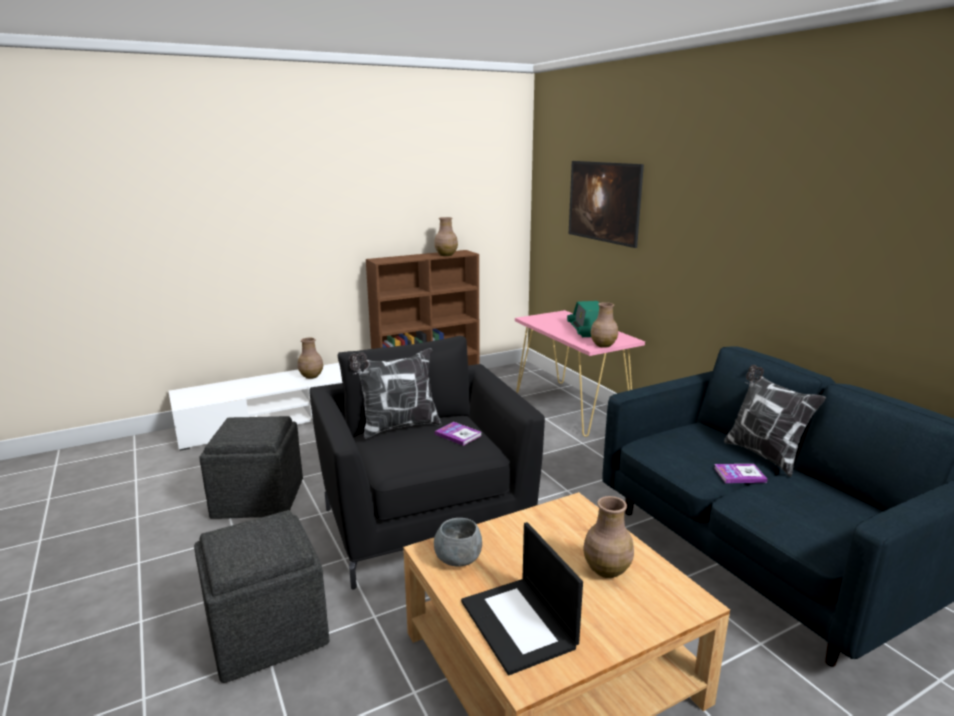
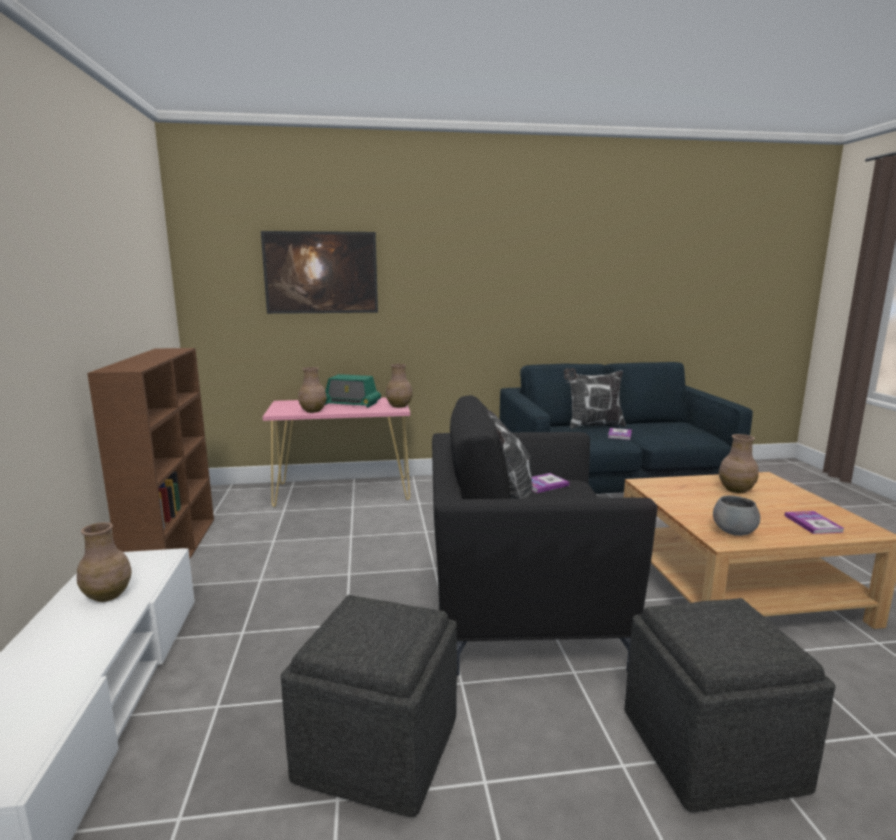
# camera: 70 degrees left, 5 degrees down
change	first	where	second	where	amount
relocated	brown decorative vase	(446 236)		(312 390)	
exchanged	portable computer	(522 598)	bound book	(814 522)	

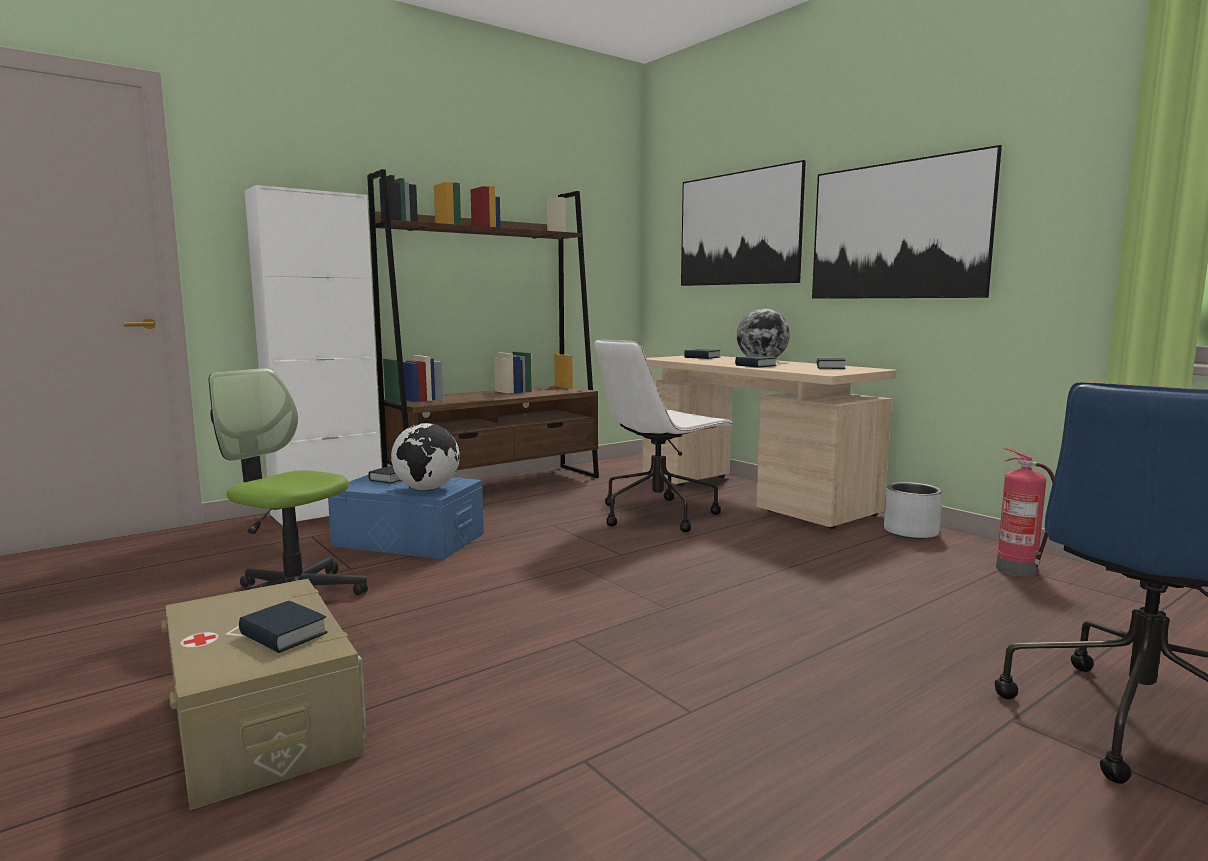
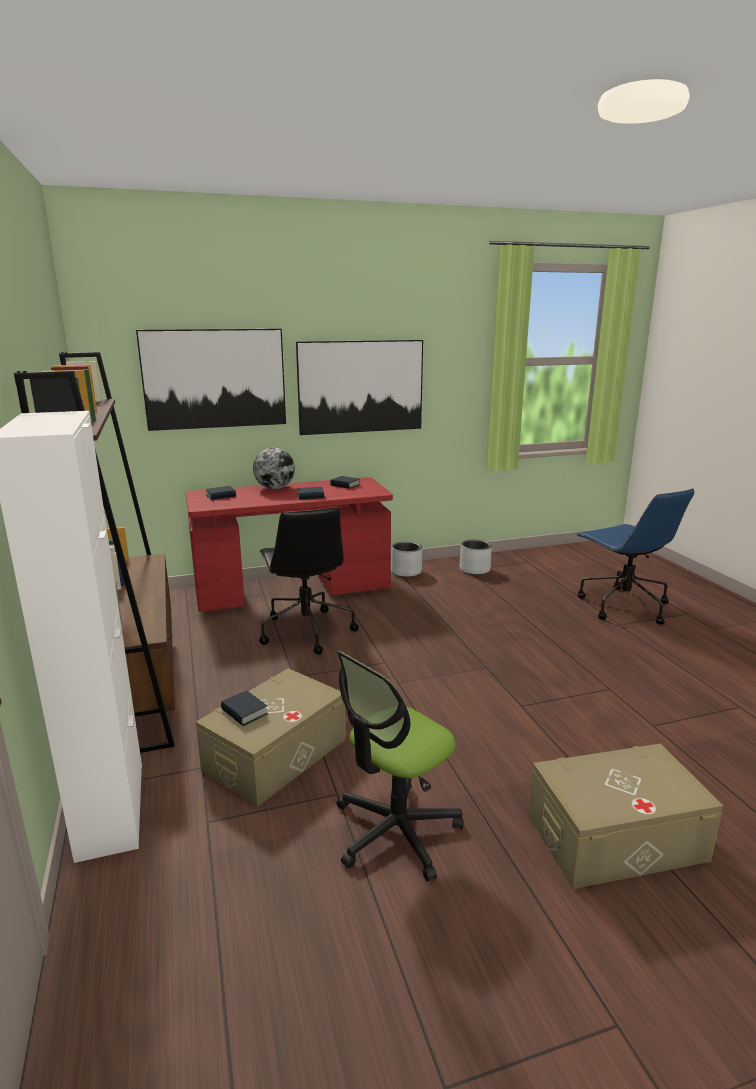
# camera: 70 degrees left, 10 degrees up
change	first	where	second	where	amount
colour	whitish computer chair	(664 435)	black-coloured computer chair	(309 580)	
colour	sand-coloured desk table	(769 442)	reddish desk table	(289 544)	
missing	desk globe	(425 457)			
exchanged	fire extinguisher	(1025 512)	grey planter	(476 557)	
colour	bluish storage container	(406 517)	sand-coloured storage container	(271 737)	
missing	bound book	(283 627)			

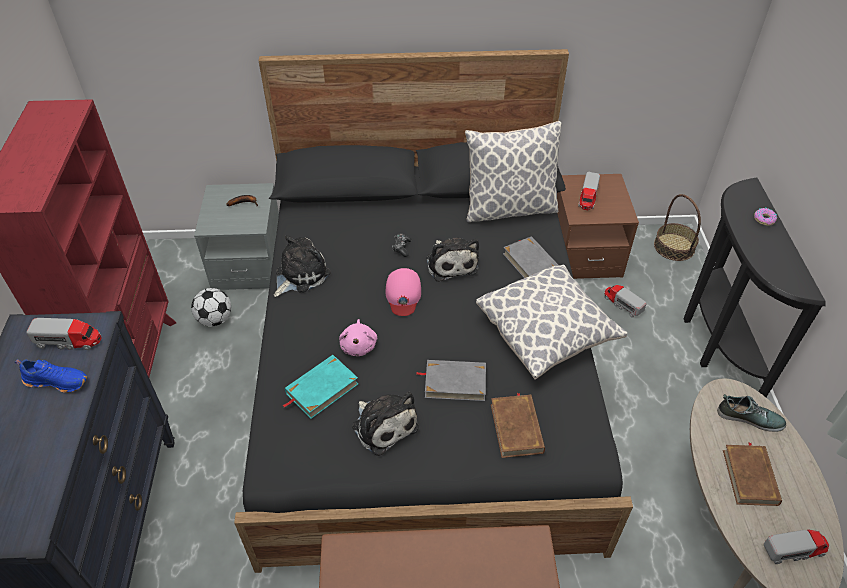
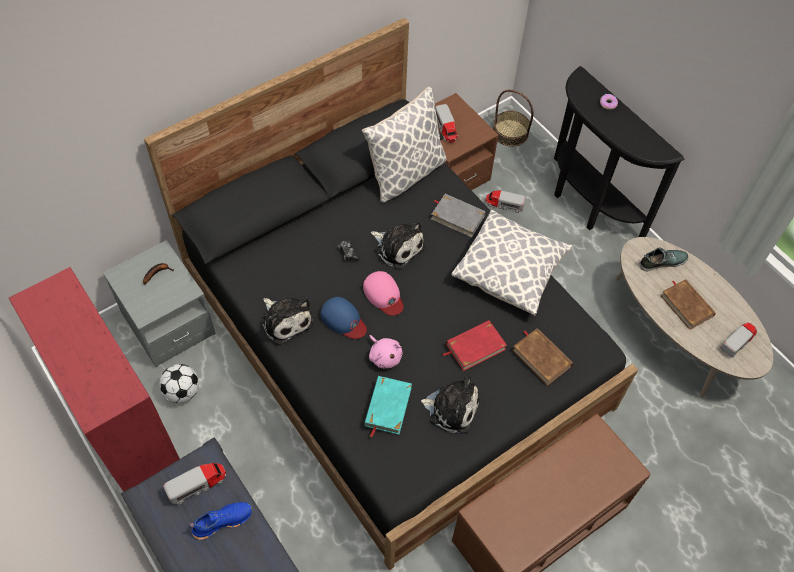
# camera: 35 degrees left, 10 degrees up
change	first	where	second	where	amount
spun	cuddly toy	(302 266)		(287 321)	135 degrees clockwise
colour	grey bound book	(451 380)	reddish bound book	(474 345)	
appeared			bluish baseball cap	(344 318)	

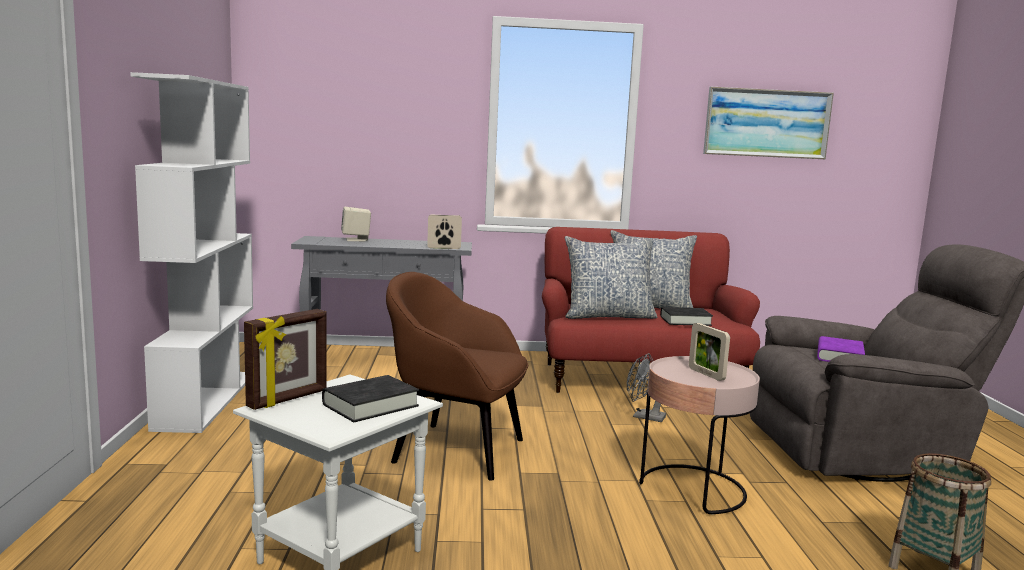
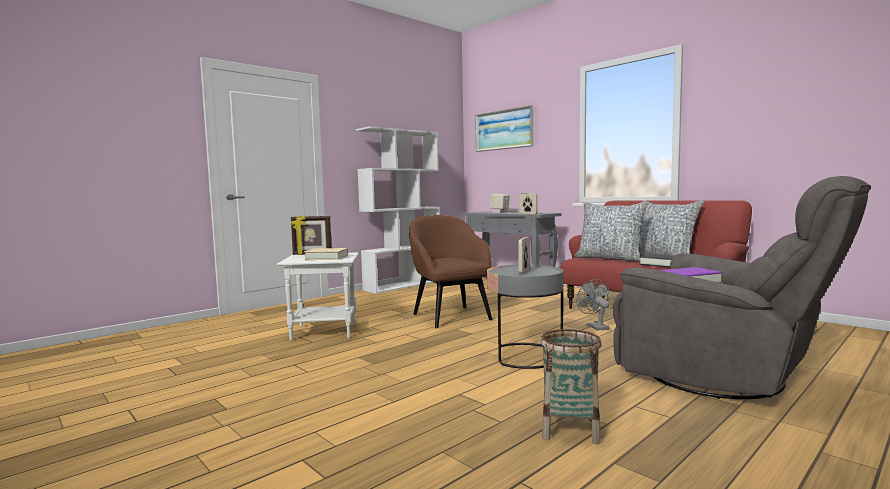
# camera: 50 degrees right, 5 degrees down
change	first	where	second	where	amount
relocated	wall art	(768 123)		(504 128)	
colour	pink-coloured side table	(699 435)	grey side table	(525 317)	
colour	black-coloured bound book	(370 398)	sand-coloured bound book	(326 254)	

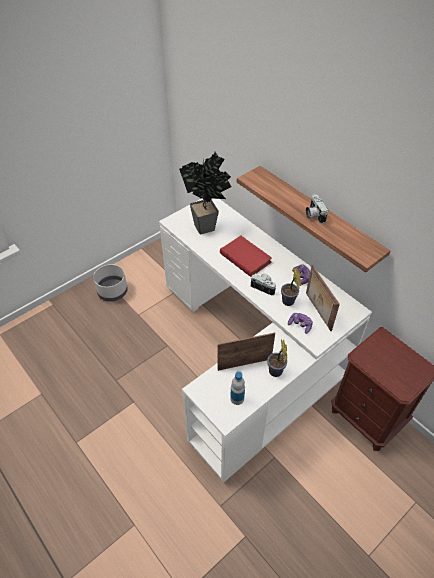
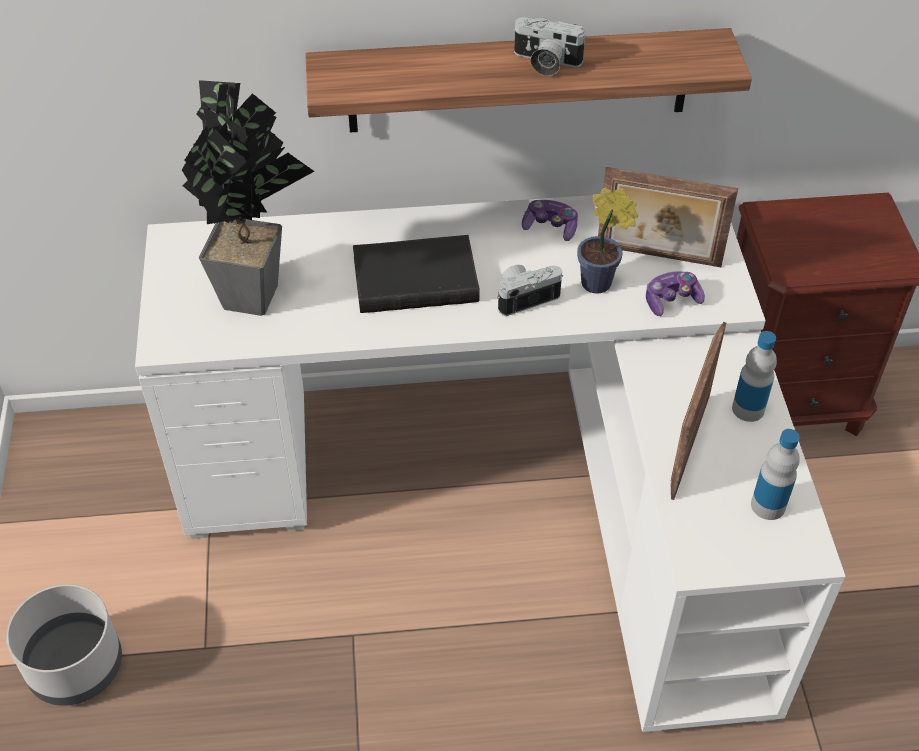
# camera: 55 degrees left, 0 degrees up
change	first	where	second	where	amount
colour	reddish bound book	(246 256)	black-coloured bound book	(416 274)	
exchanged	plant in a pot	(277 358)	beverage bottle	(754 376)	

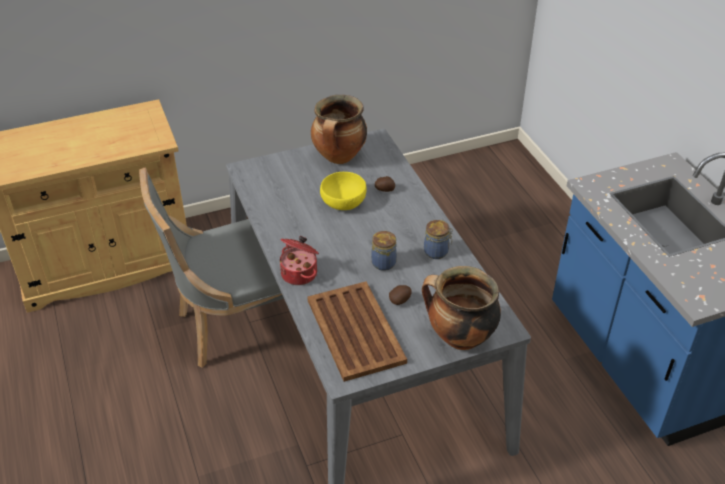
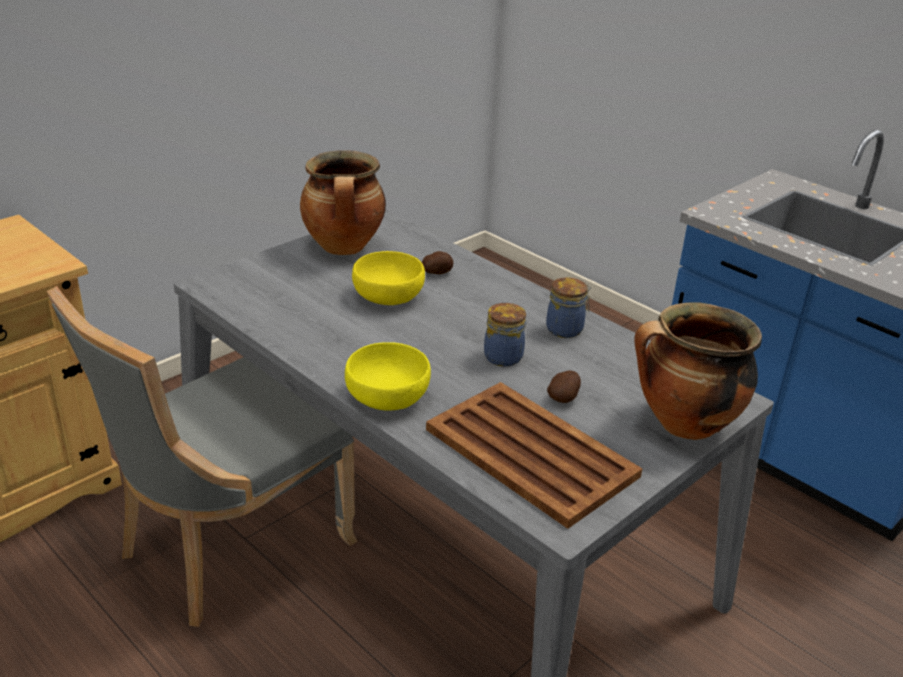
# camera: 25 degrees left, 10 degrees down
change	first	where	second	where	amount
exchanged	stockpot	(299 260)	yellowish bowl	(388 376)	

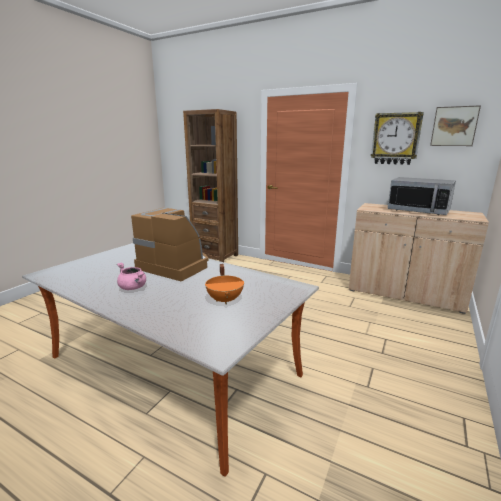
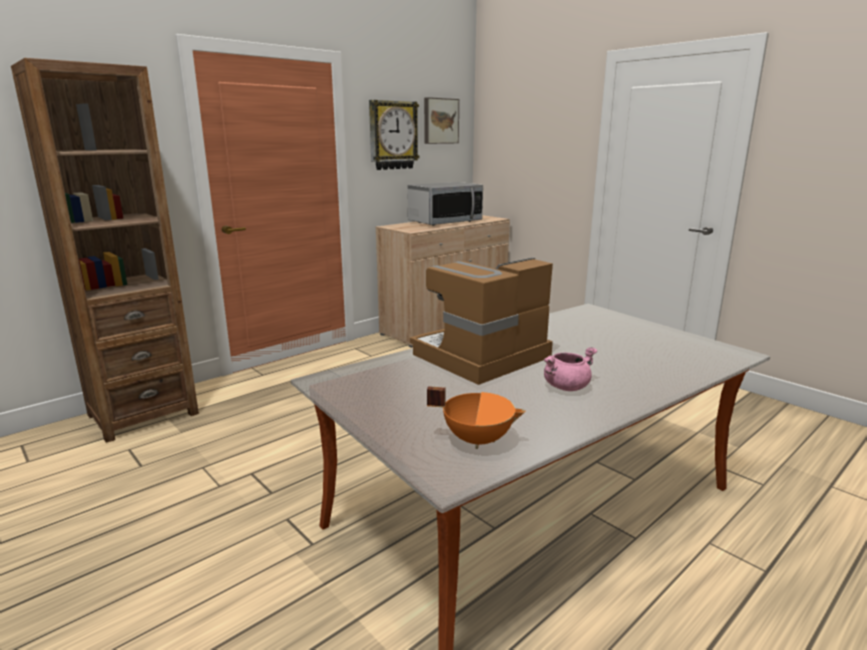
# camera: 70 degrees left, 0 degrees up
change	first	where	second	where	amount
relocated	orange stockpot	(224 284)		(476 417)	

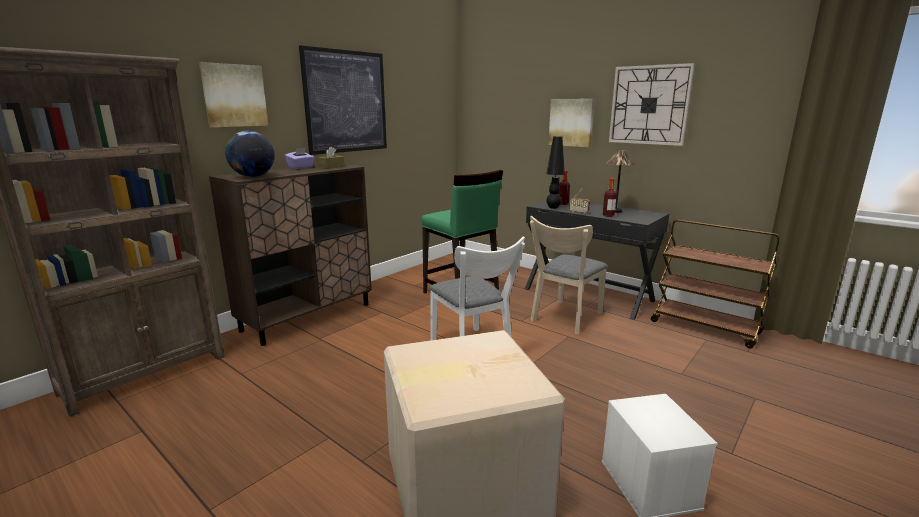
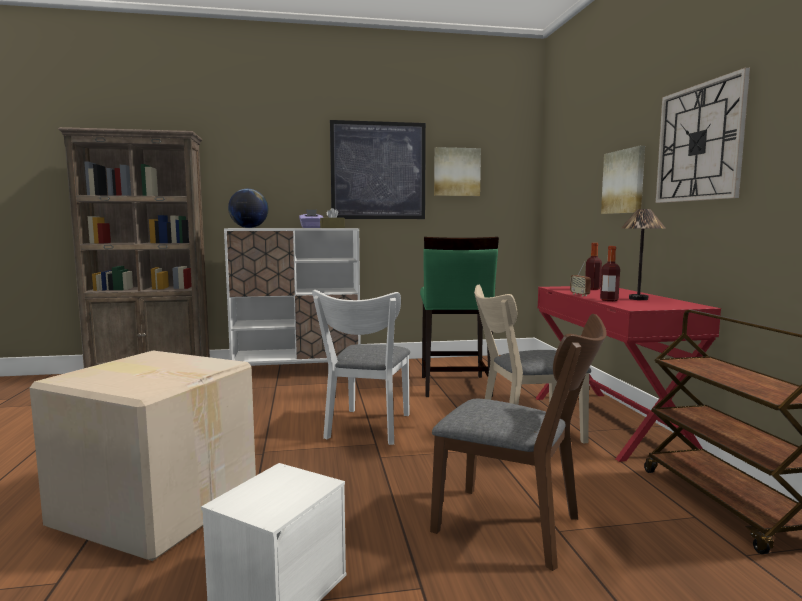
# camera: 40 degrees right, 10 degrees down
change	first	where	second	where	amount
relocated	wall art	(233 94)		(457 171)	
missing	black-coloured lamp for a table	(555 172)			
colour	brown cabinet	(290 255)	whitish cabinet	(292 296)	
colour	black-coloured desk table	(597 260)	reddish desk table	(628 374)	
appeared			brown chair	(518 442)	

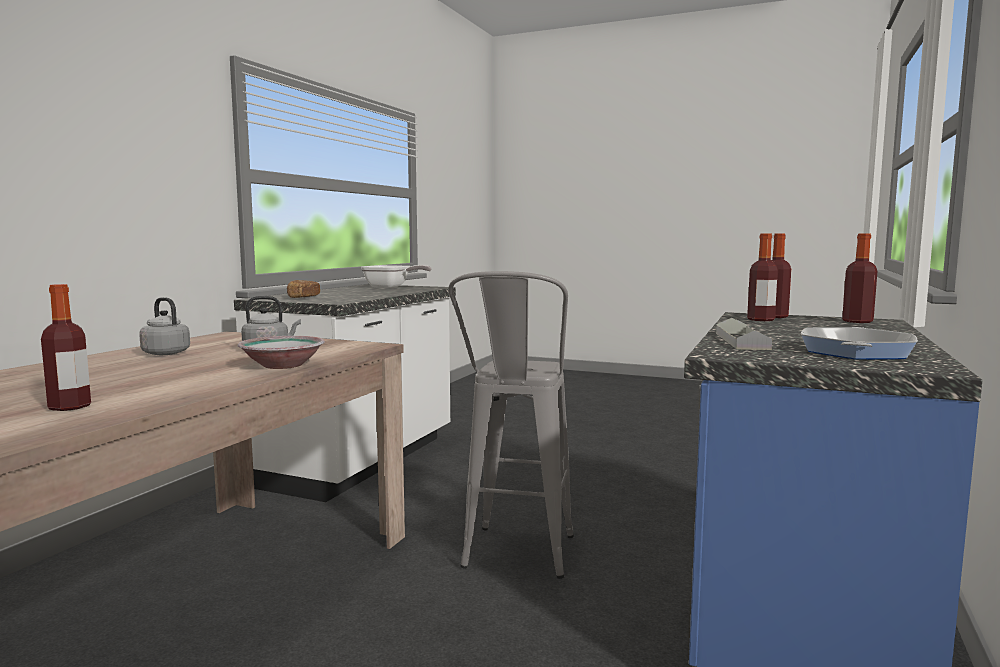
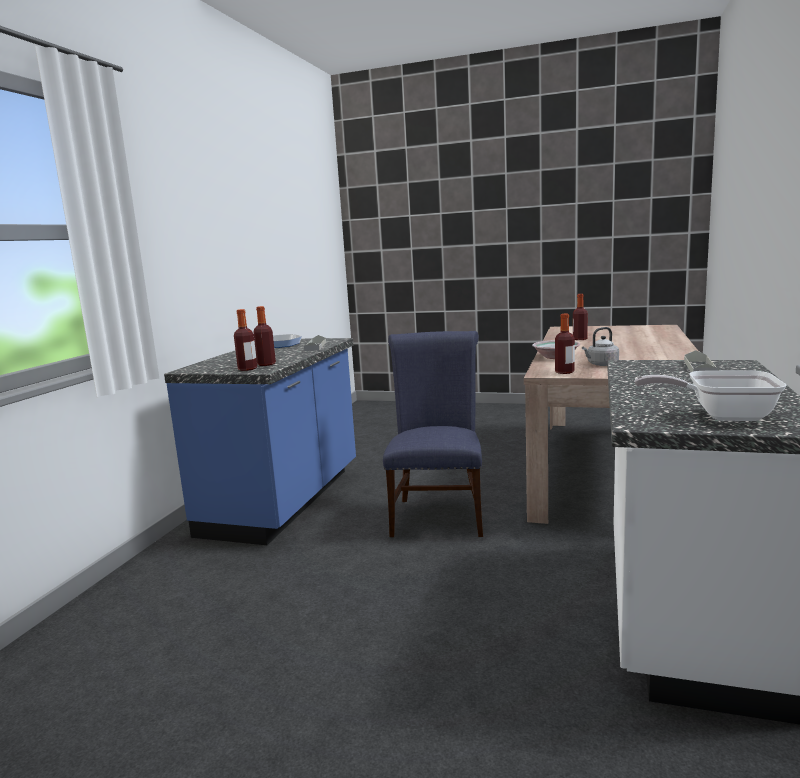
# camera: 175 degrees right, 5 degrees up
change	first	where	second	where	amount
relocated	beverage bottle	(860 278)		(565 344)	
exchanged	grey sitting stool	(511 425)	bluish chair	(433 434)	
exchanged	bread	(303 289)	grey serving tray	(701 361)	
missing	grey kettle	(164 326)			

